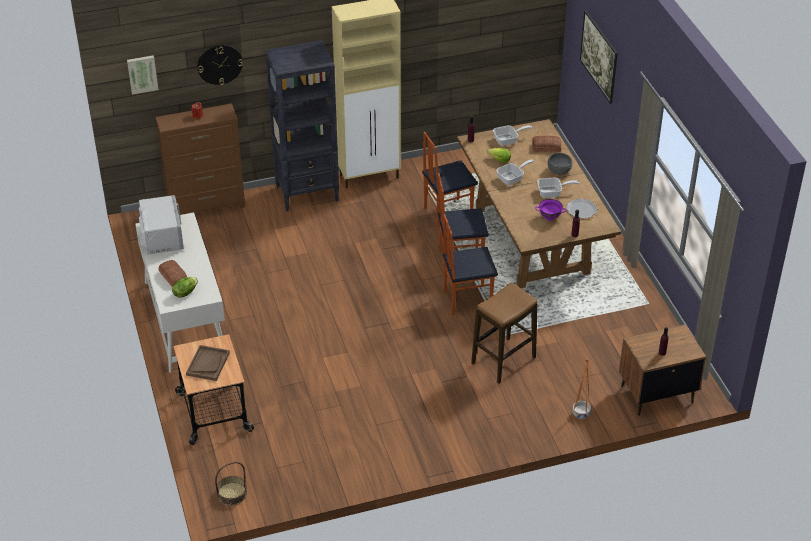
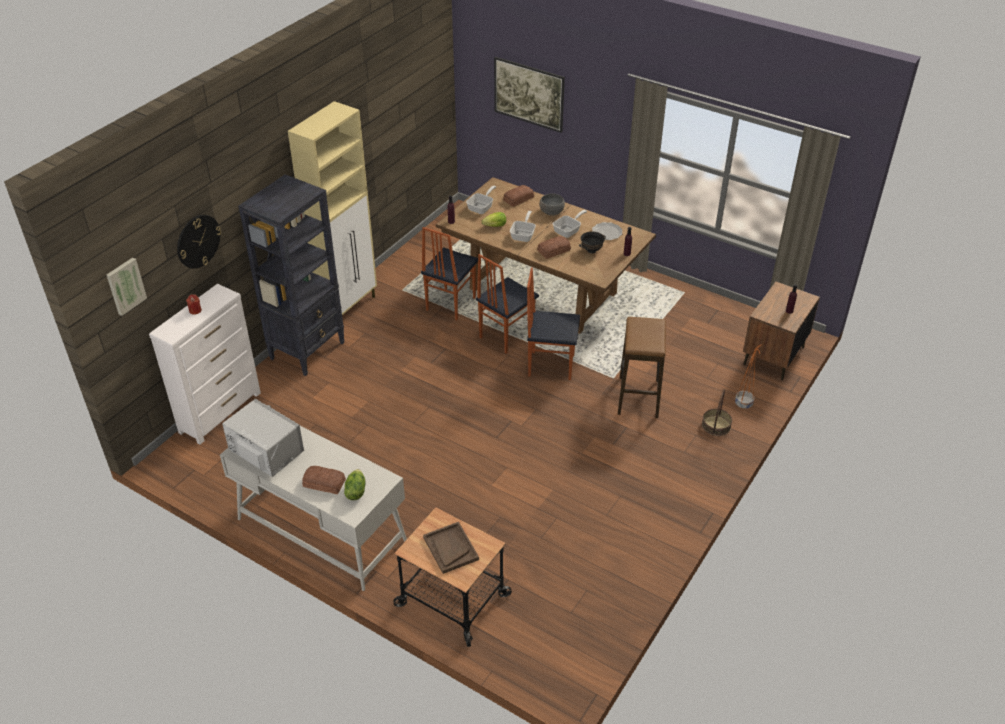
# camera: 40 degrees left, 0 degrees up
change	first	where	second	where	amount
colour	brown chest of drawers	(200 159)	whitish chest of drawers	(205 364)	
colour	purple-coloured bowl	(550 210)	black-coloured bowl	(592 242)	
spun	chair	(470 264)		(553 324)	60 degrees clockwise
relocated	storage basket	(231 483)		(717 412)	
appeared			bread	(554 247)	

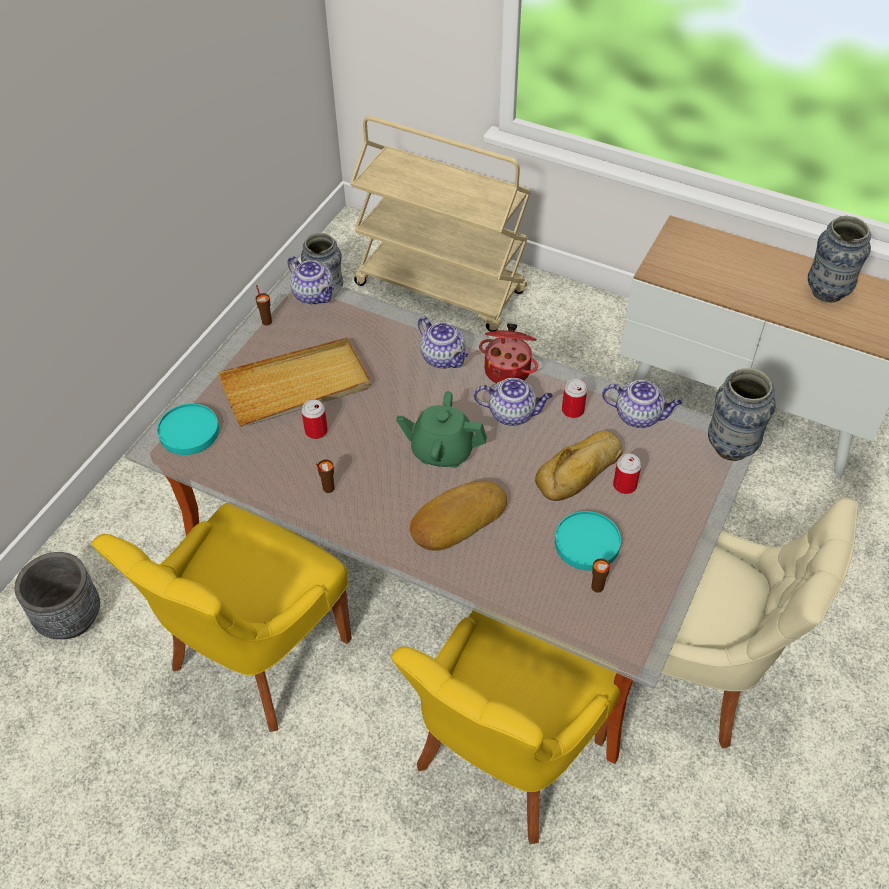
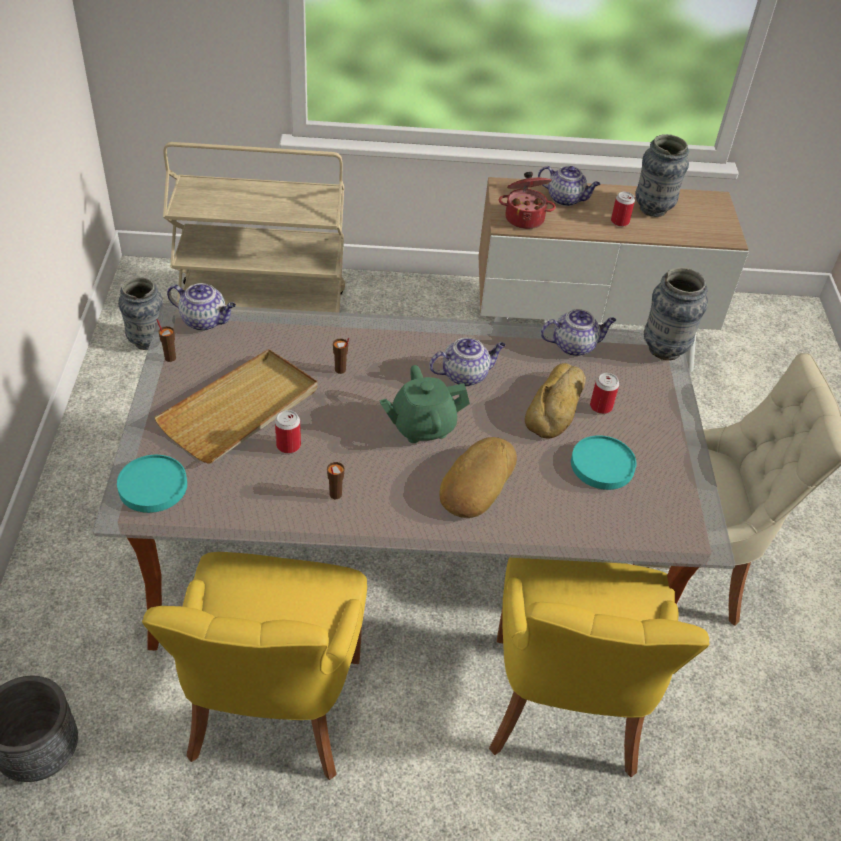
# camera: 30 degrees left, 5 degrees down
change	first	where	second	where	amount
relocated	pot for tea	(443 342)		(569 186)	
relocated	stockpot	(508 353)		(527 200)	
relocated	sealed can	(574 398)		(623 209)	
relocated	brown cup	(601 575)		(341 356)	

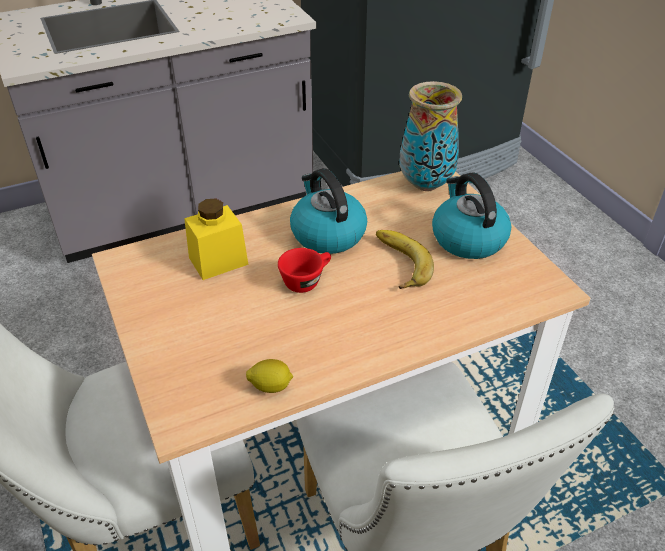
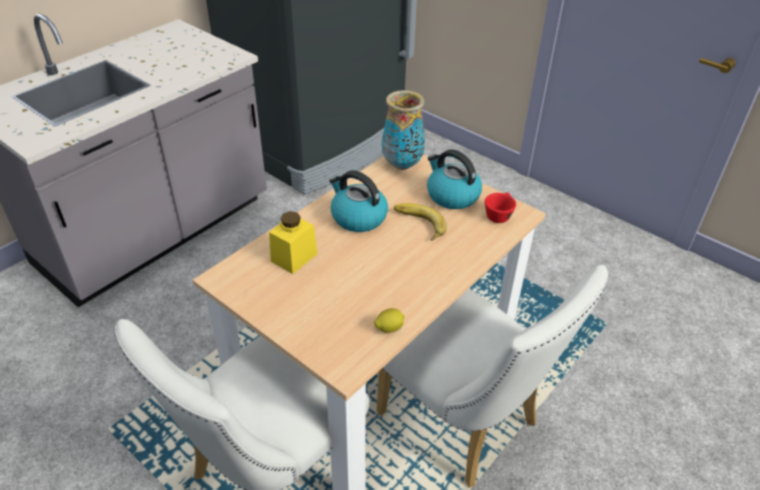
# camera: 25 degrees left, 0 degrees up
change	first	where	second	where	amount
relocated	reddish cup	(304 270)		(500 208)	

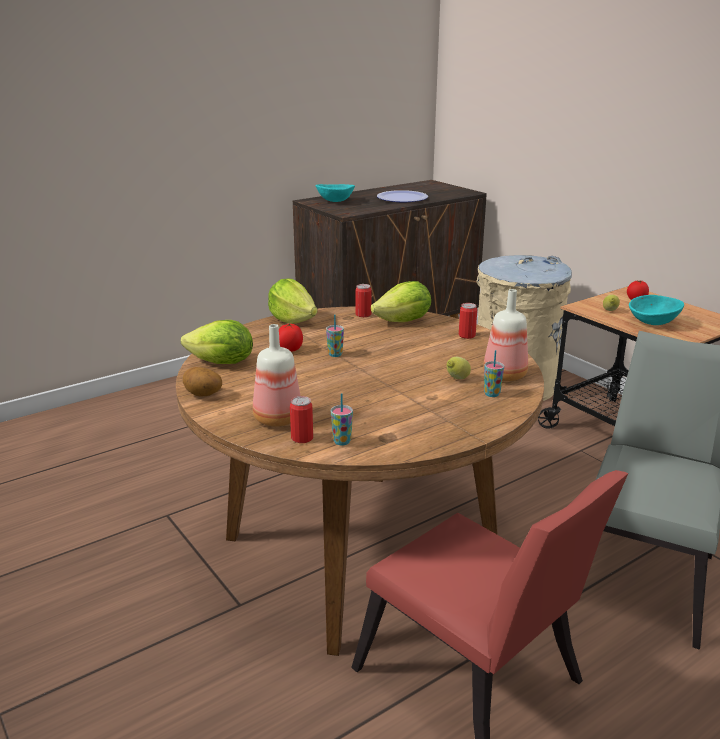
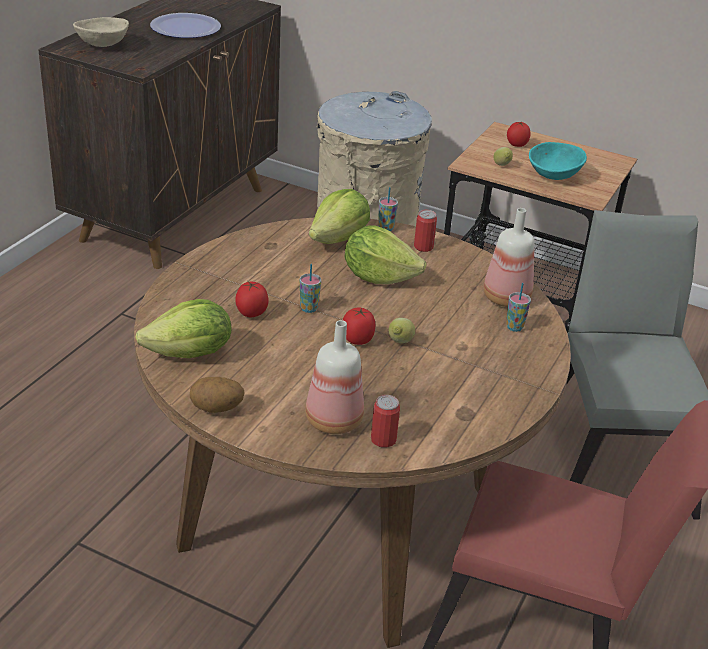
# camera: 30 degrees left, 10 degrees up
change	first	where	second	where	amount
colour	turquoise bowl	(335 193)	sand-coloured bowl	(101 32)	
relocated	lettuce	(292 301)		(385 254)	
missing	sealed can	(364 300)			
relocated	lemon	(459 368)		(401 330)	
relocated	cup	(342 420)		(388 209)	
appeared			fresh tomato	(359 326)	

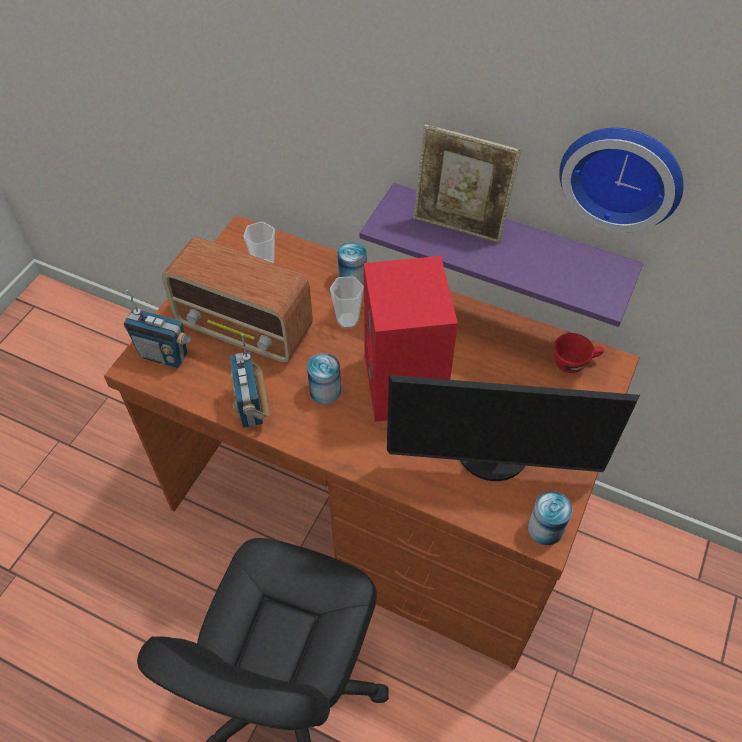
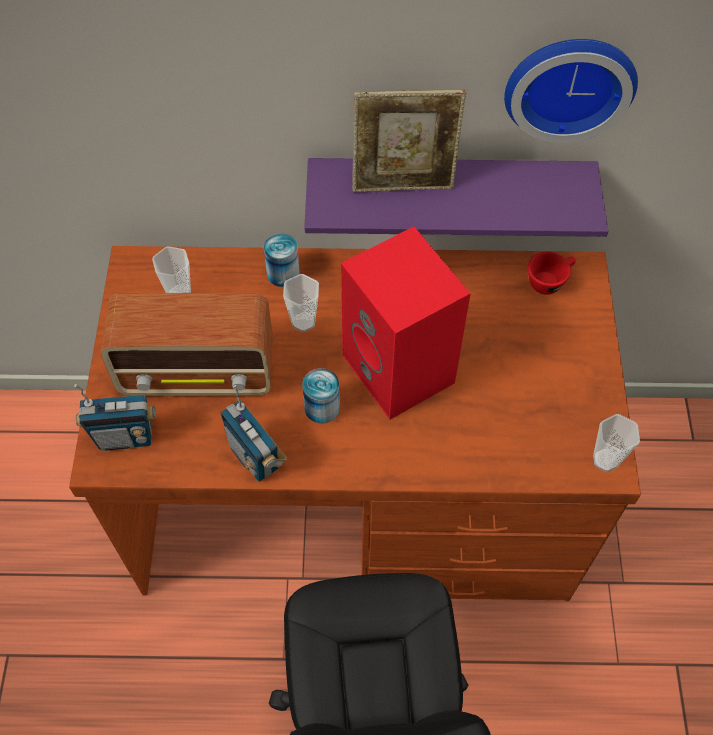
# camera: 25 degrees left, 5 degrees up
change	first	where	second	where	amount
missing	computer screen	(513 428)			
exchanged	sealed can	(550 518)	cup	(616 443)	

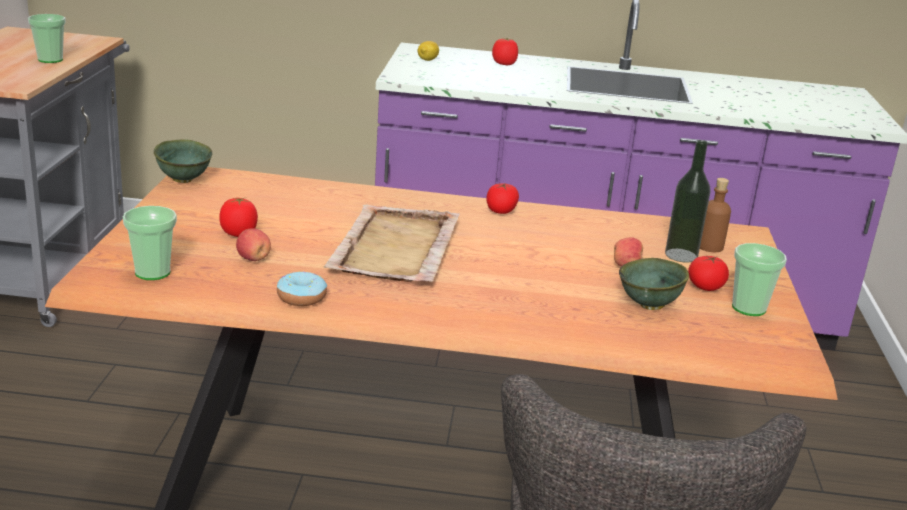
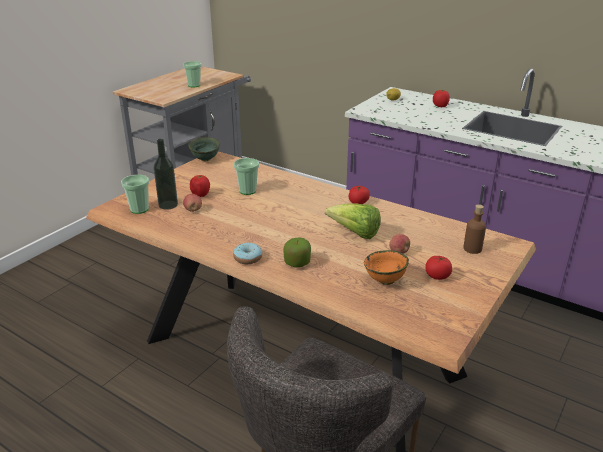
# camera: 30 degrees right, 5 degrees up
change	first	where	second	where	amount
relocated	beverage bottle	(687 201)		(166 174)	
missing	sand-coloured serving tray	(391 243)			
relocated	cup	(759 279)		(246 176)	
colour	greenish bowl	(654 284)	orange bowl	(386 267)	
relocated	ring doughnut	(302 288)		(247 253)	
appeared			lettuce	(353 221)	
appeared			apple	(297 253)	

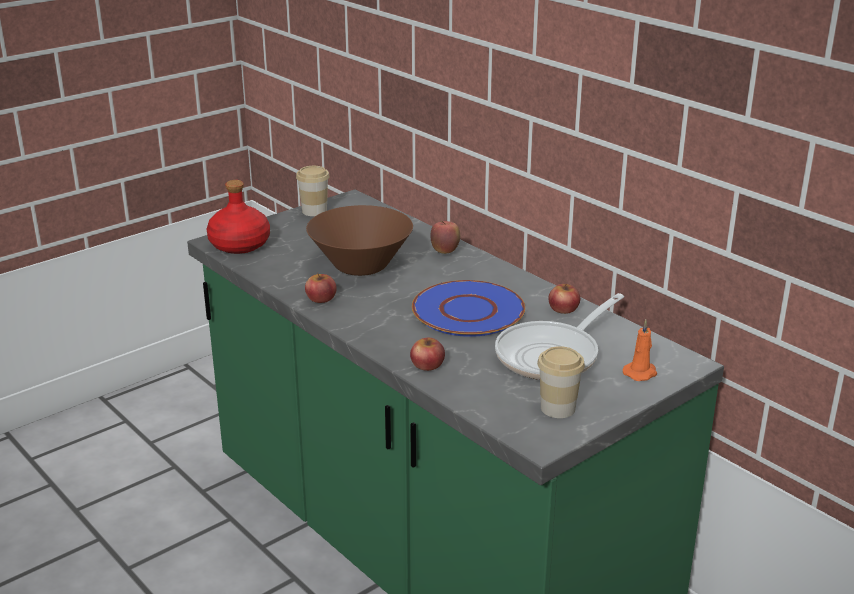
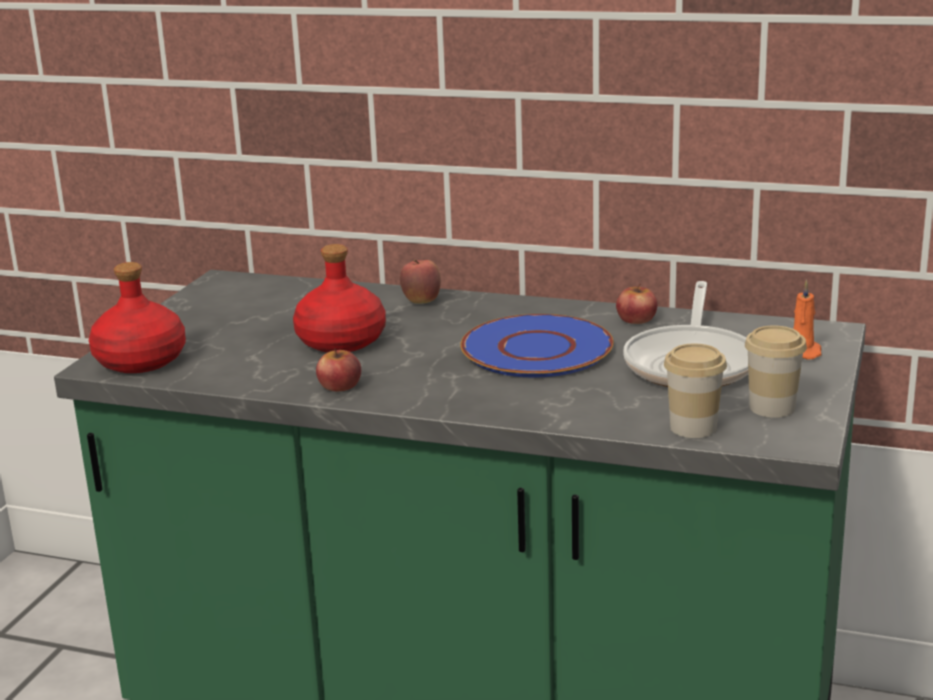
# camera: 30 degrees left, 5 degrees down
change	first	where	second	where	amount
relocated	cup	(313 191)		(695 390)	
exchanged	brown bowl	(359 240)	reddish beverage bottle	(339 298)	
missing	apple	(427 354)			

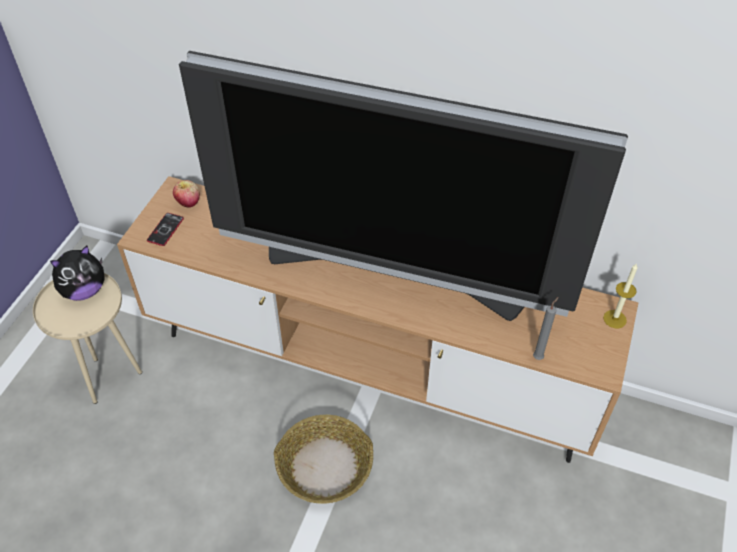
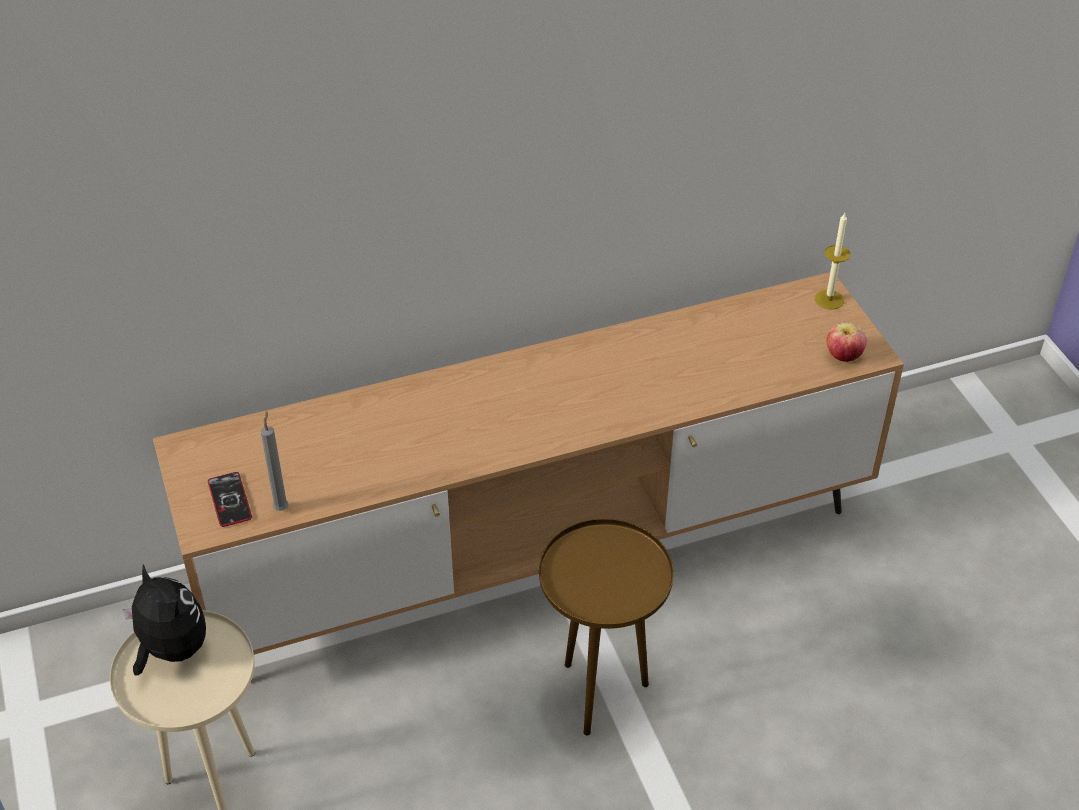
# camera: 40 degrees left, 5 degrees down
change	first	where	second	where	amount
missing	TV set	(403 186)			
relocated	apple	(186 194)		(846 342)	
spun	cuddly toy	(77 273)		(164 619)	60 degrees counterclockwise
relocated	grey candle	(545 328)		(275 461)	
exchanged	storage basket	(323 459)	brown side table	(606 627)	

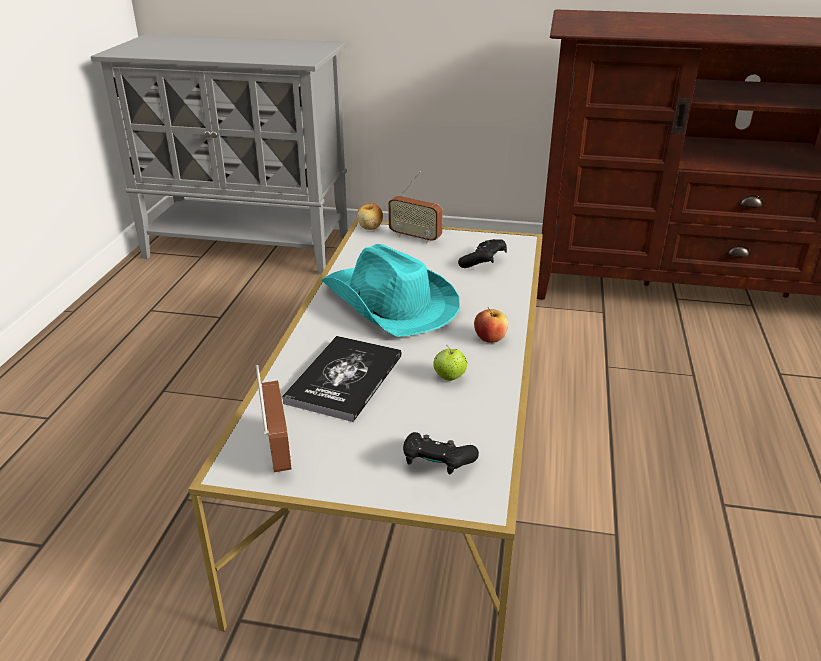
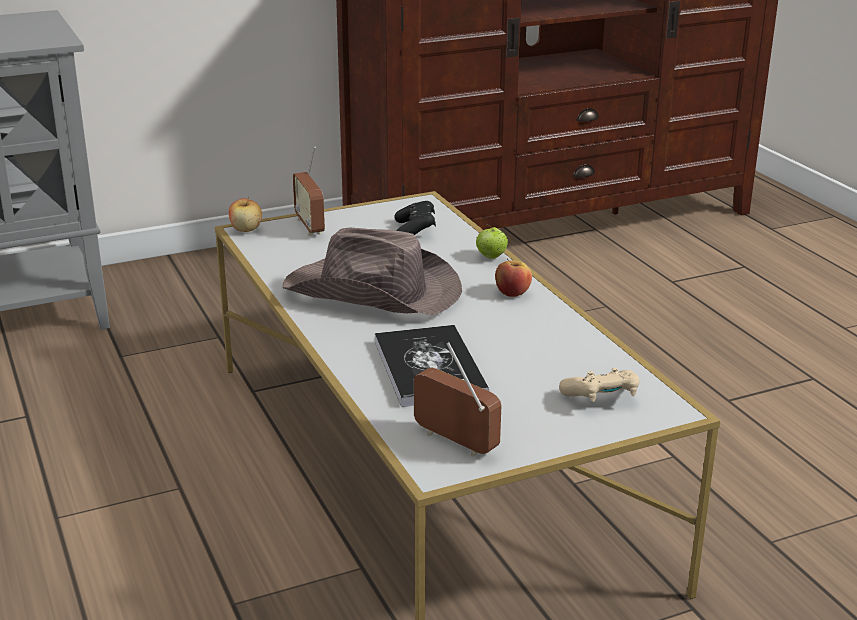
# camera: 35 degrees left, 5 degrees down
change	first	where	second	where	amount
spun	radio set	(415 207)		(309 191)	75 degrees clockwise
colour	turquoise wearable hat	(391 290)	brown wearable hat	(372 272)	
relocated	apple	(451 363)		(492 242)	
colour	black-coloured gamepad	(441 453)	sand-coloured gamepad	(599 385)	

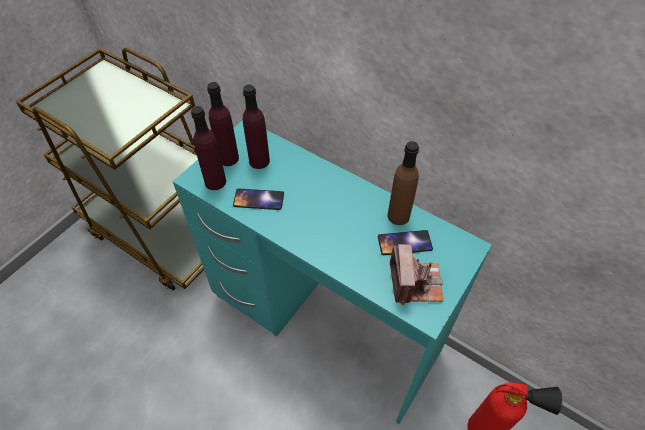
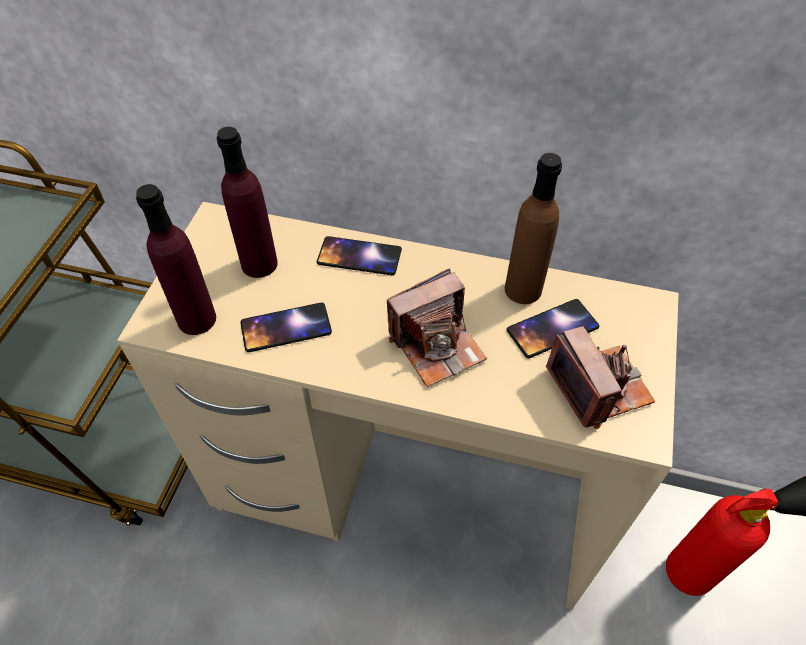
# camera: 20 degrees left, 0 degrees up
change	first	where	second	where	amount
missing	purple-coloured beverage bottle	(223 124)			
colour	turquoise desk table	(332 272)	sand-coloured desk table	(398 405)	
appeared			handset	(359 255)	
appeared			still camera	(437 327)	

